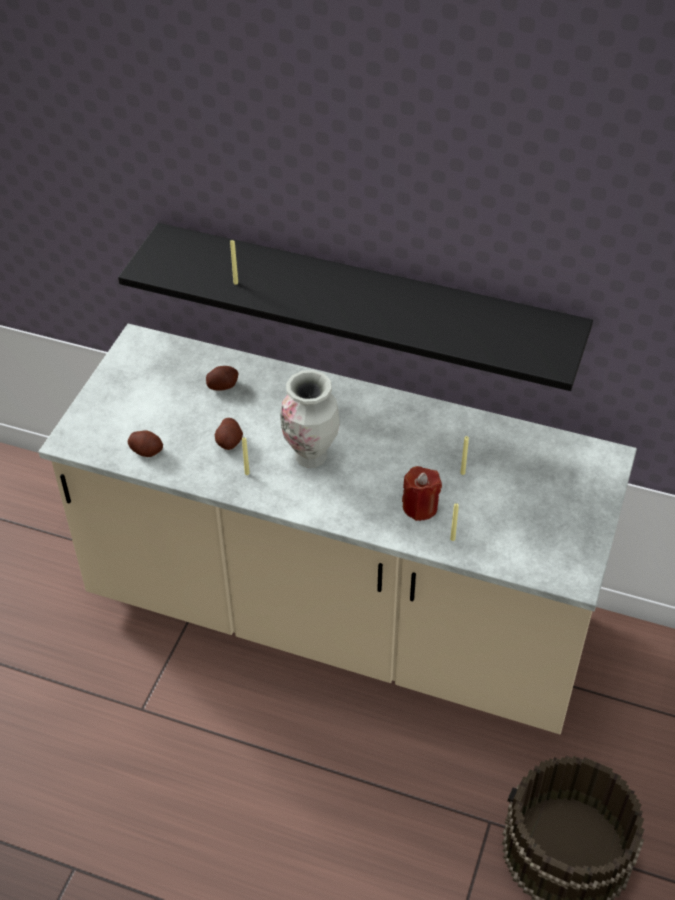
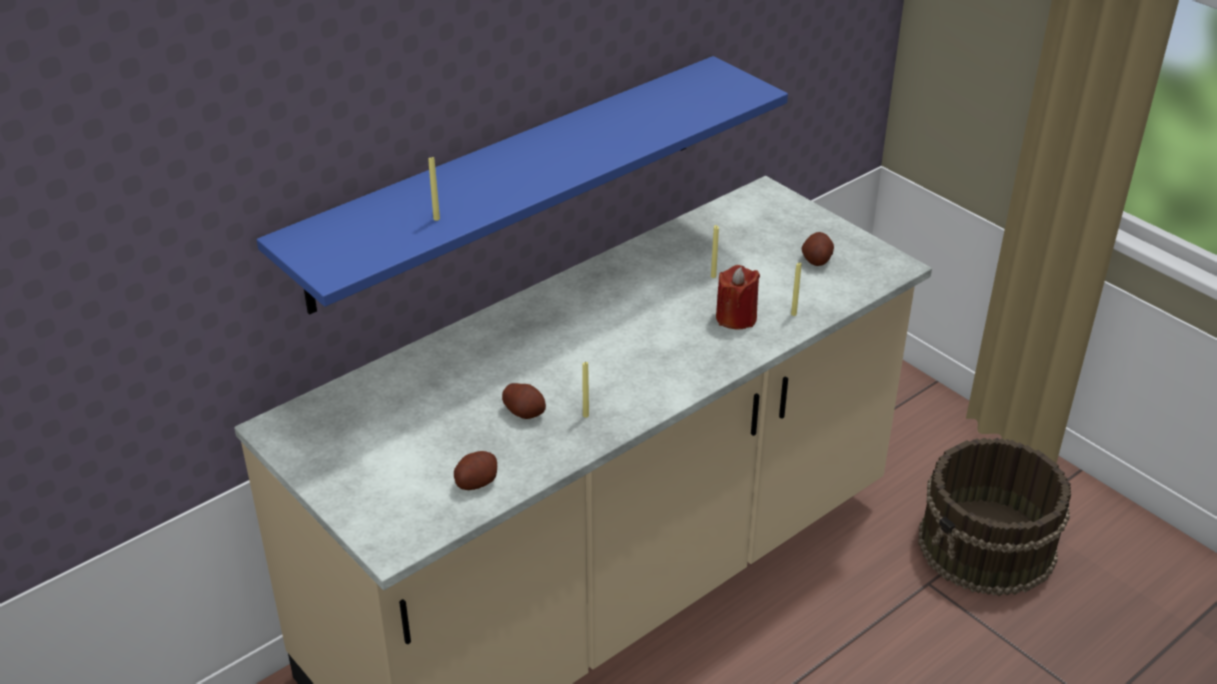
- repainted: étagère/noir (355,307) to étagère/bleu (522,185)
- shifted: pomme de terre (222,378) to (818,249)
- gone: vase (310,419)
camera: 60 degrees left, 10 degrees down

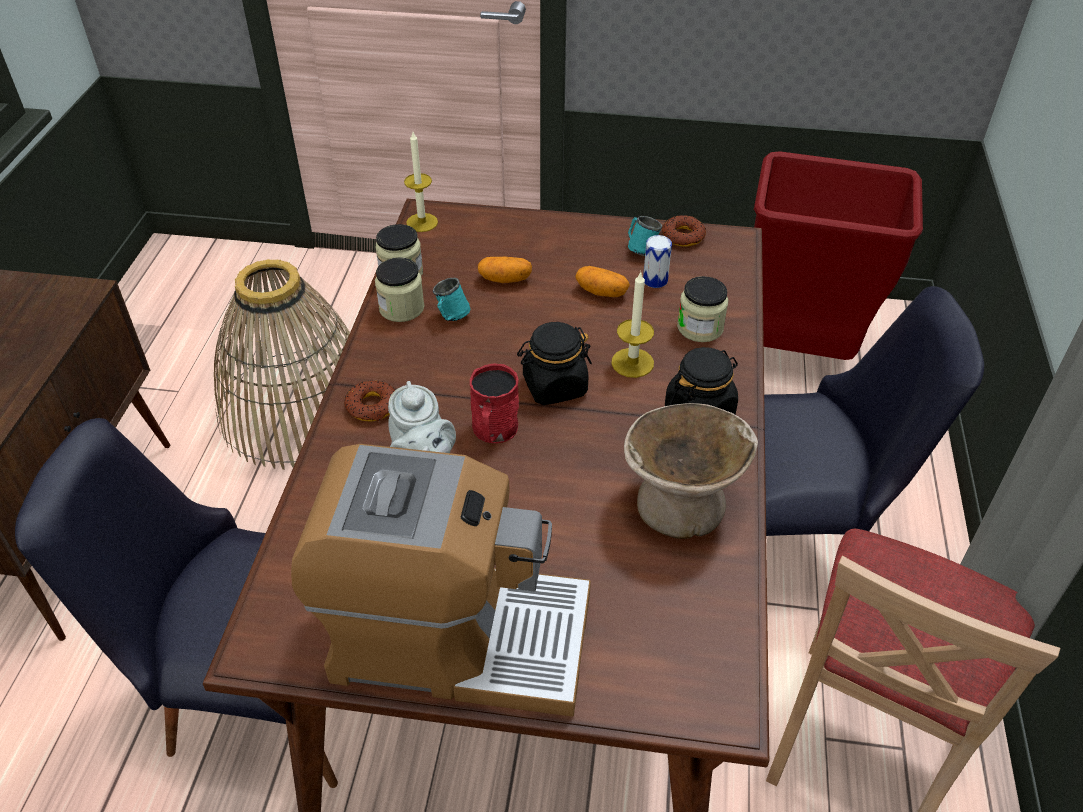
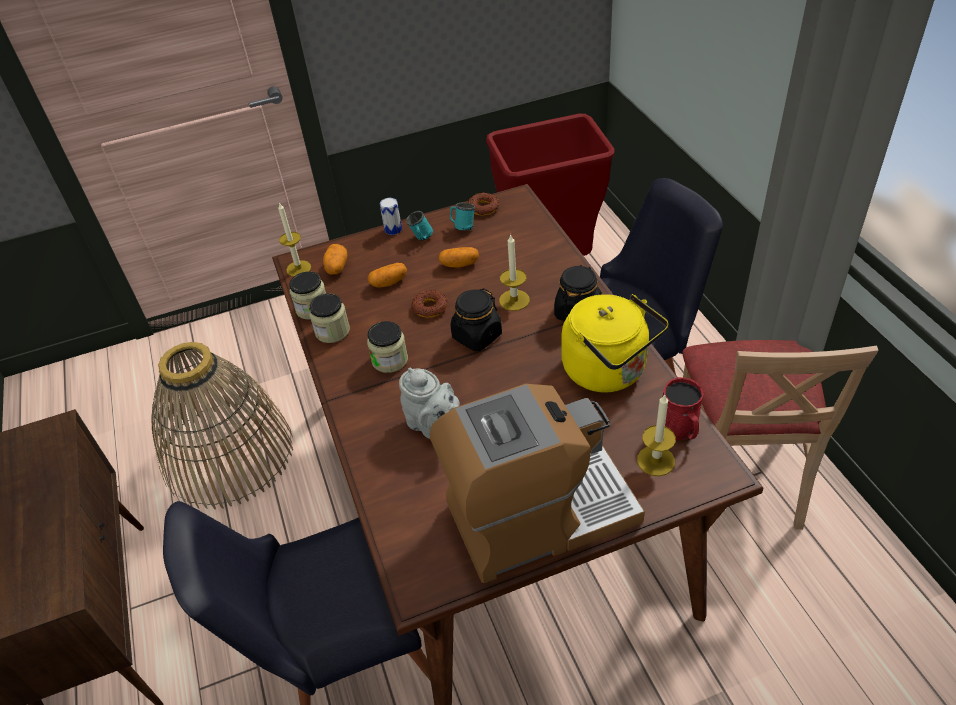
- shifted: boîte métallique (657,261) to (391,216)
- shifted: bocal (702,309) to (387,347)
- shifted: mug/turquoise (451,299) to (419,226)
- shifted: mug/rouge (494,403) to (683,408)
- shifted: beignet (369,401) to (429,304)
- swapped: bol/beige (691,471) to bouilloire/jaune (615,343)
- new: pomme de terre (335,259)
- new: bougie (656,434)
camera: 25 degrees left, 0 degrees up

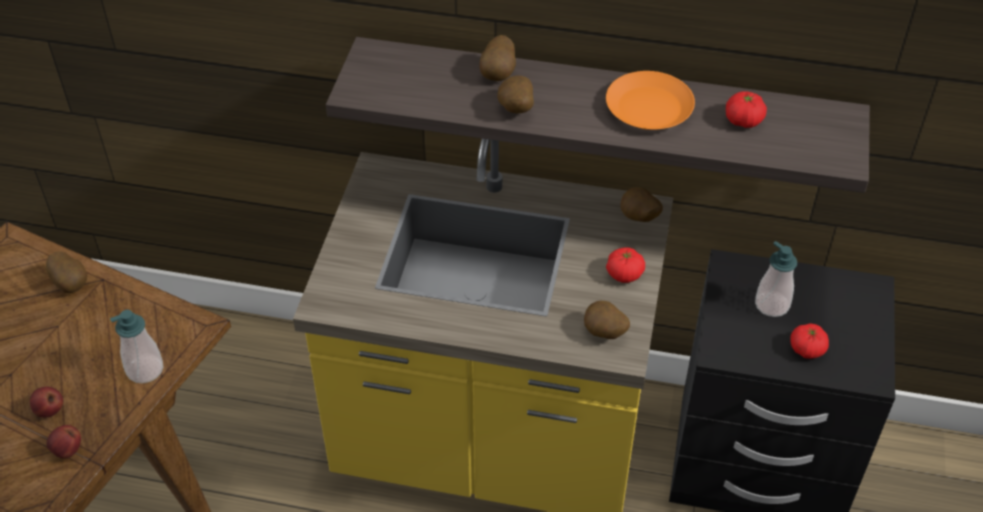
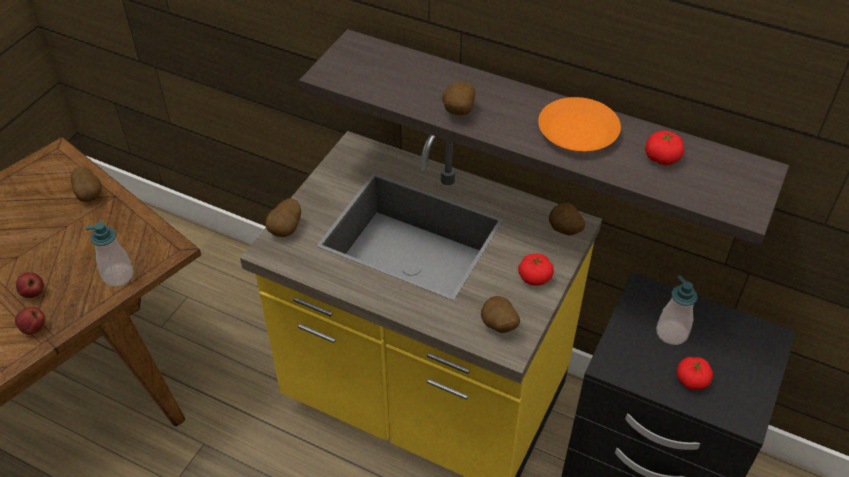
- shifted: pomme de terre (498,58) to (283,217)
camera: 15 degrees right, 0 degrees up

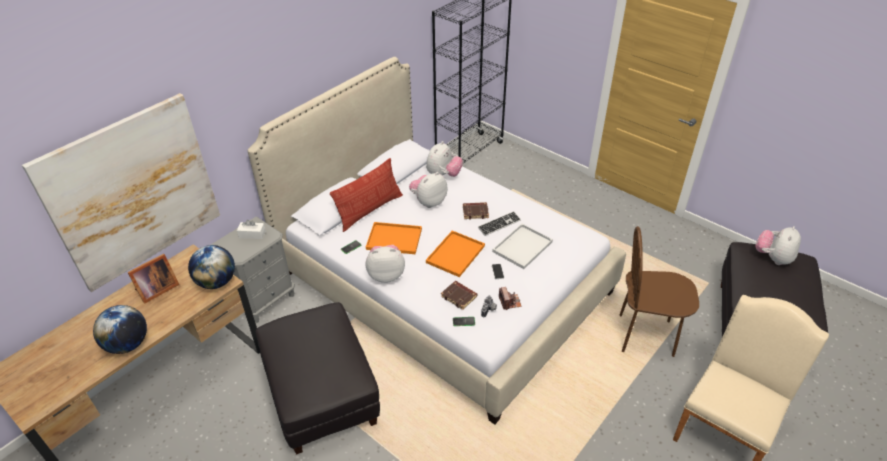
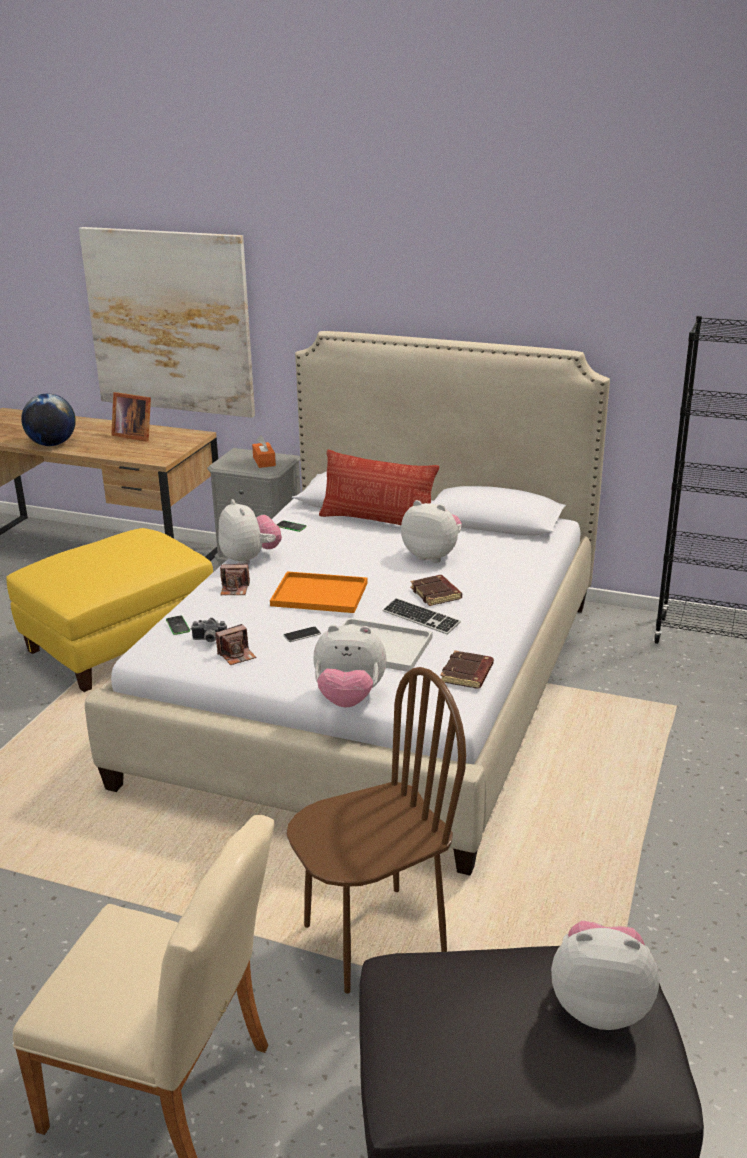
- shifted: peluche (444,159) to (350,666)
- repainted: boîte à mouchoirs/blanc (251,229) to boîte à mouchoirs/orange (264,452)
- gone: plateau/orange (394,238)
- rotated: chaise/marron (659,291) = (376,830) 75 degrees clockwise
- gone: globe (211,267)
- shifted: livre/marron (459,295) to (467,669)
- repainted: pouf/noir (318,378) to pouf/jaune (109,610)
- new: appareil photo (235,579)
camera: 70 degrees right, 15 degrees down

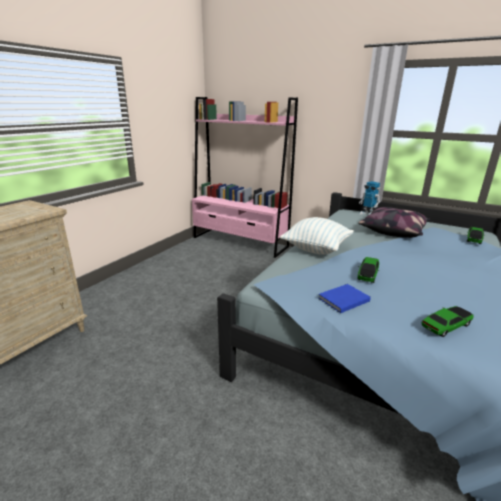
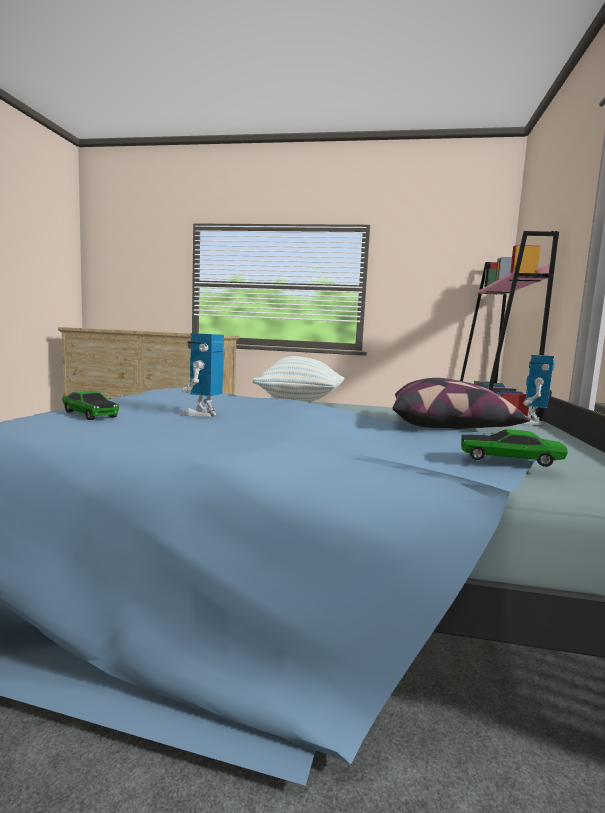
- gone: petite voiture (368,270)
- gone: livre/bleu (344,298)
- new: robot jouet (202,375)
camera: 70 degrees right, 15 degrees down

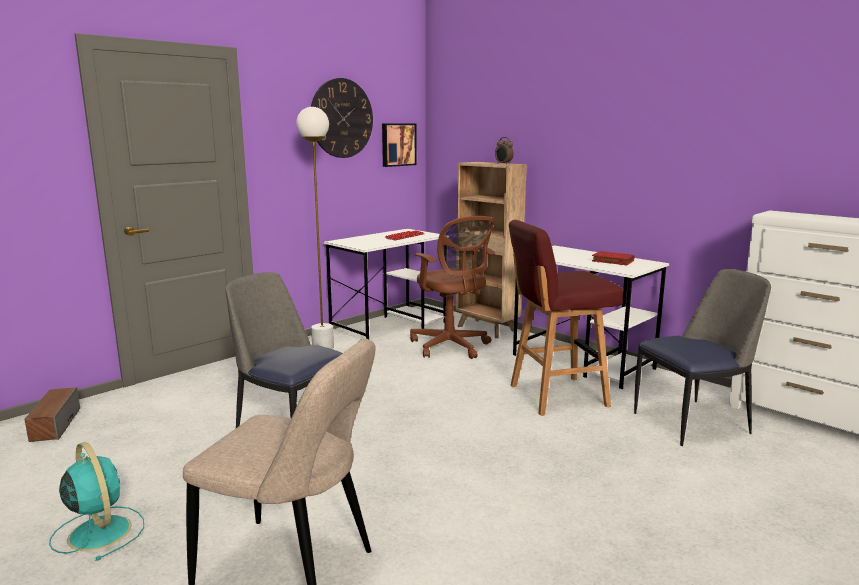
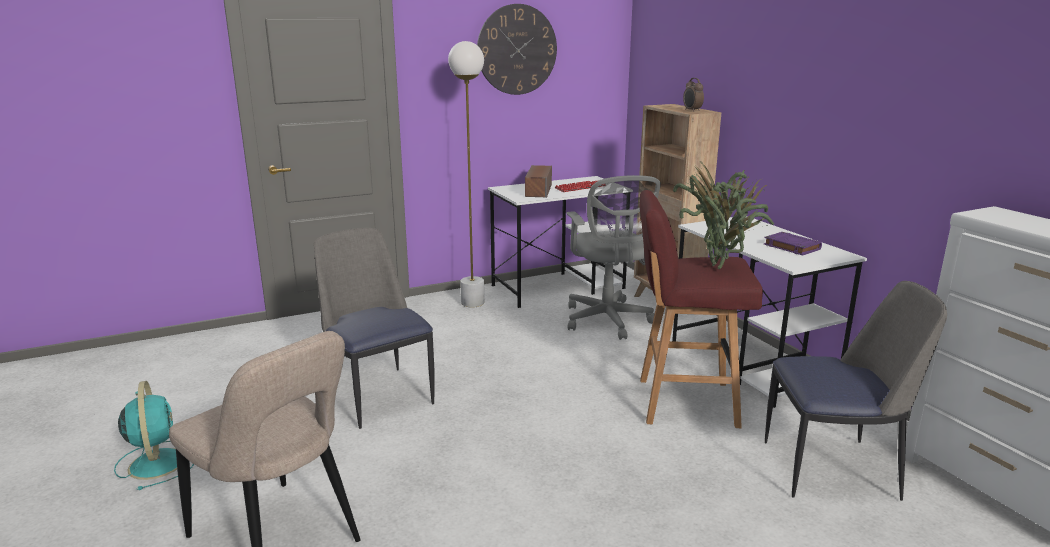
- gone: tableau (399,145)
- repainted: chaise de bureau/marron (452,287) to chaise de bureau/gris (614,257)
- repainted: livre/rouge (613,258) to livre/violet (793,243)
- shifted: enceinte (52,414) to (538,181)
- new: plante en pot (723,216)
camera: 20 degrees right, 5 degrees up

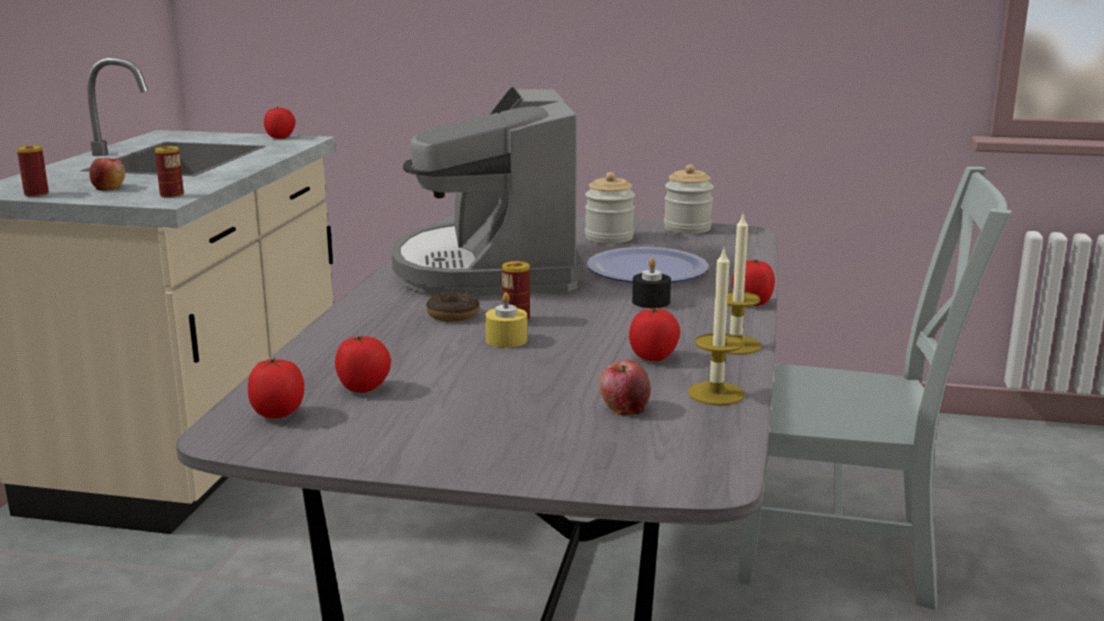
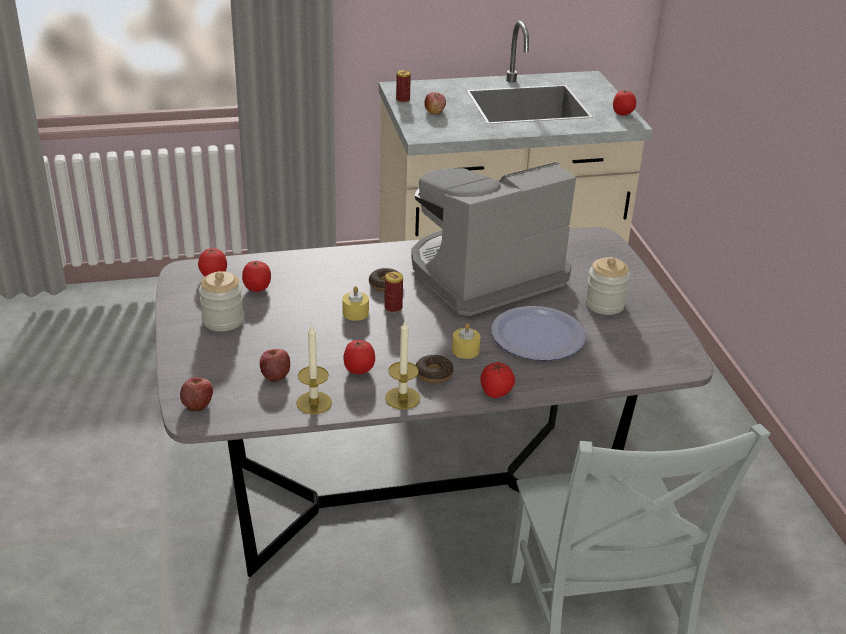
- gone: boîte métallique (169,172)
- shifted: bocal (689,199) to (221,301)
- repainted: bougie/noir (651,283) to bougie/jaune (466,341)
- new: beignet (434,369)
- new: pomme (196,394)
camera: 65 degrees right, 15 degrees up

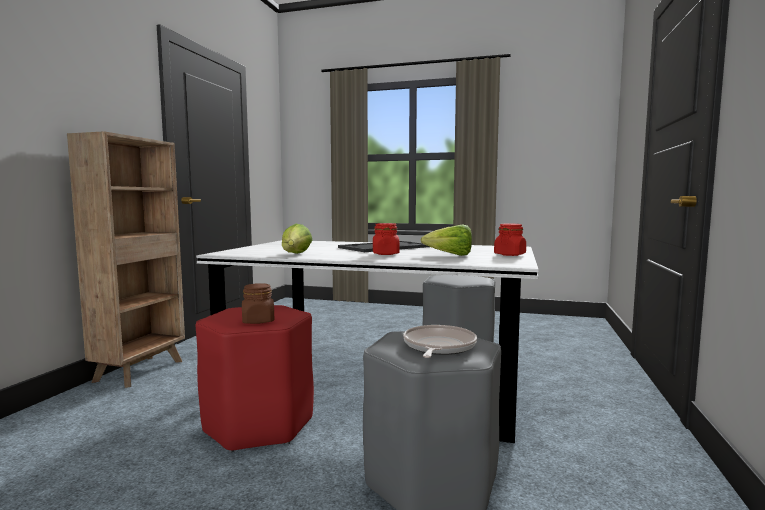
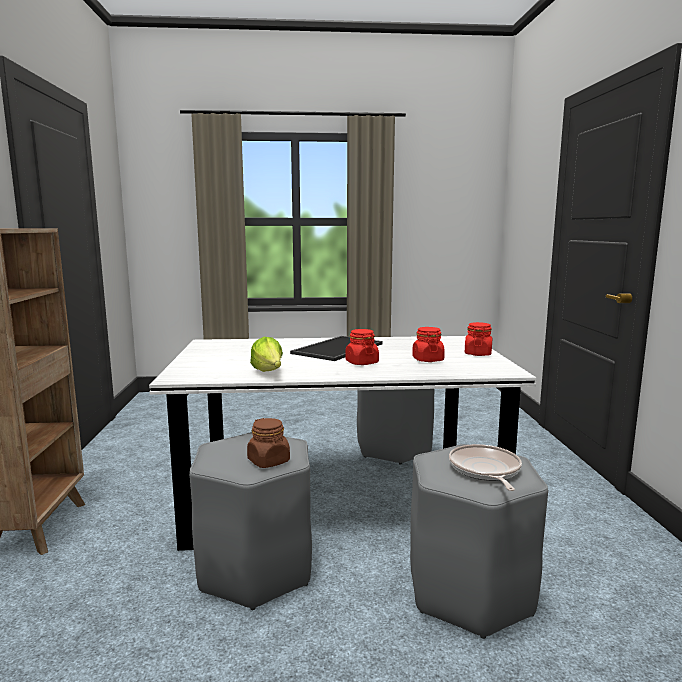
- swapped: laitue (446,240) to bocal/rouge (428,344)
- repainted: tabouret/rouge (255,379) to tabouret/gris (250,521)
camera: 20 degrees left, 5 degrees up

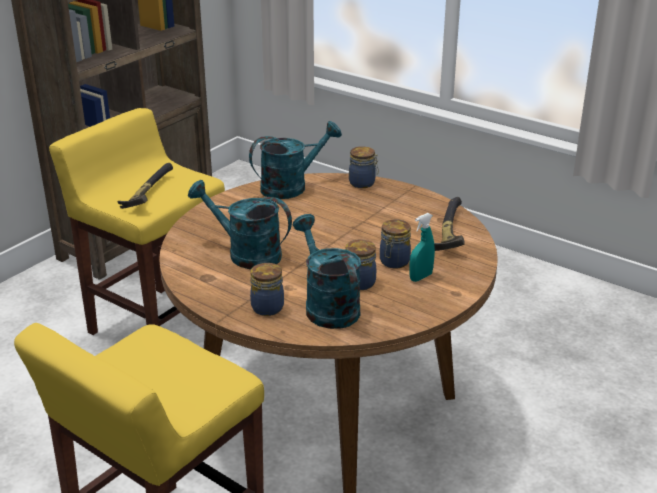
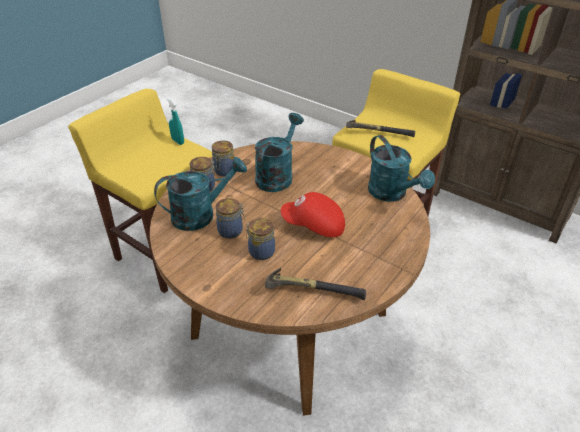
- shifted: bocal (364,167) to (223,158)
- shifted: vaporisateur/turquoise (422,247) to (175,121)
- new: casquette/rouge (313,214)
camera: 90 degrees right, 10 degrees up

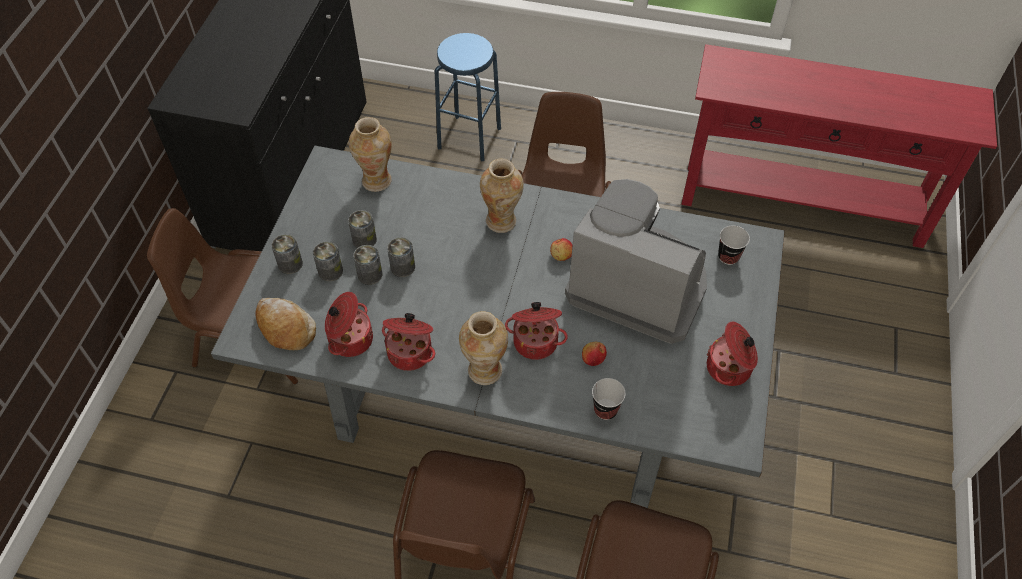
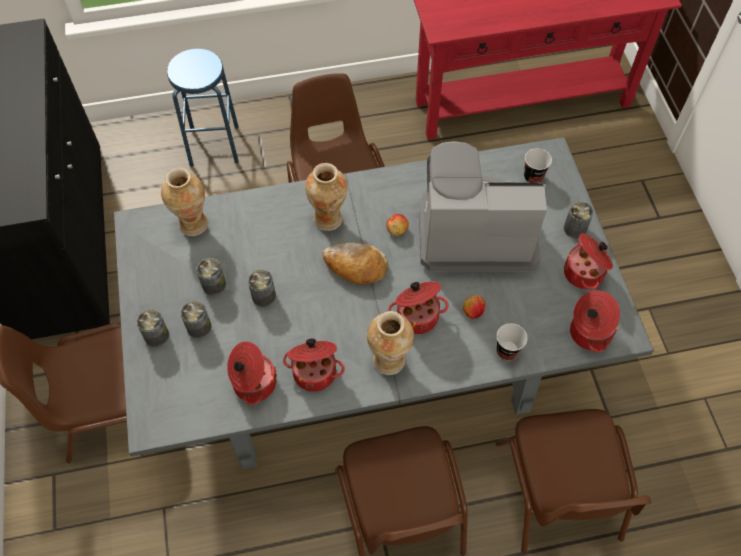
- shifted: boîte métallique (368,265) to (579,220)
- shifted: pain (286,324) to (355,263)
- new: marmite (595,321)
camera: 25 degrees left, 5 degrees up

